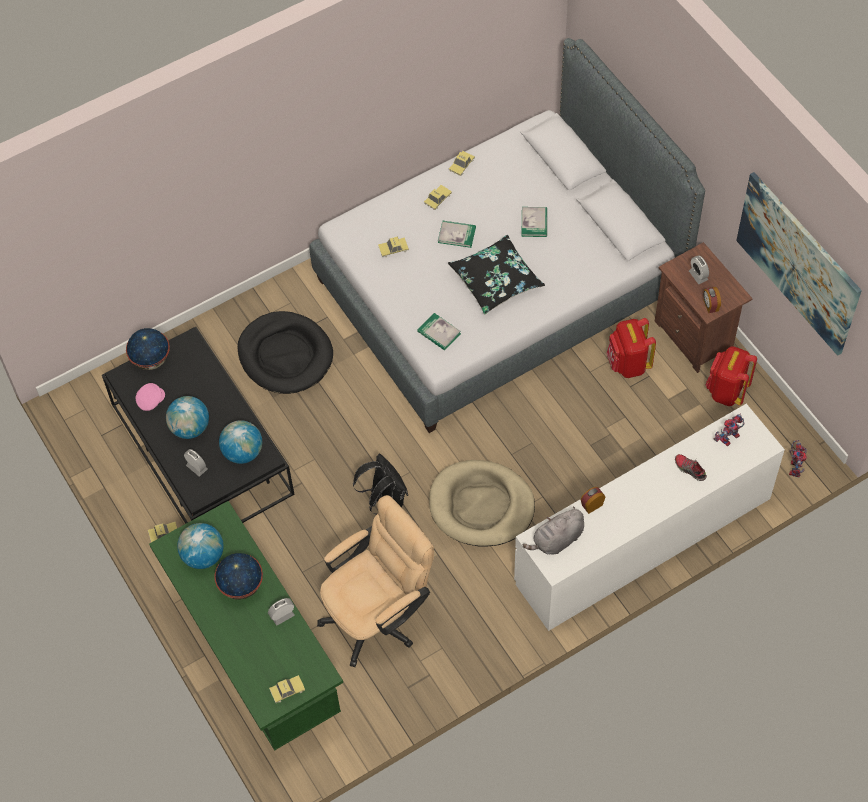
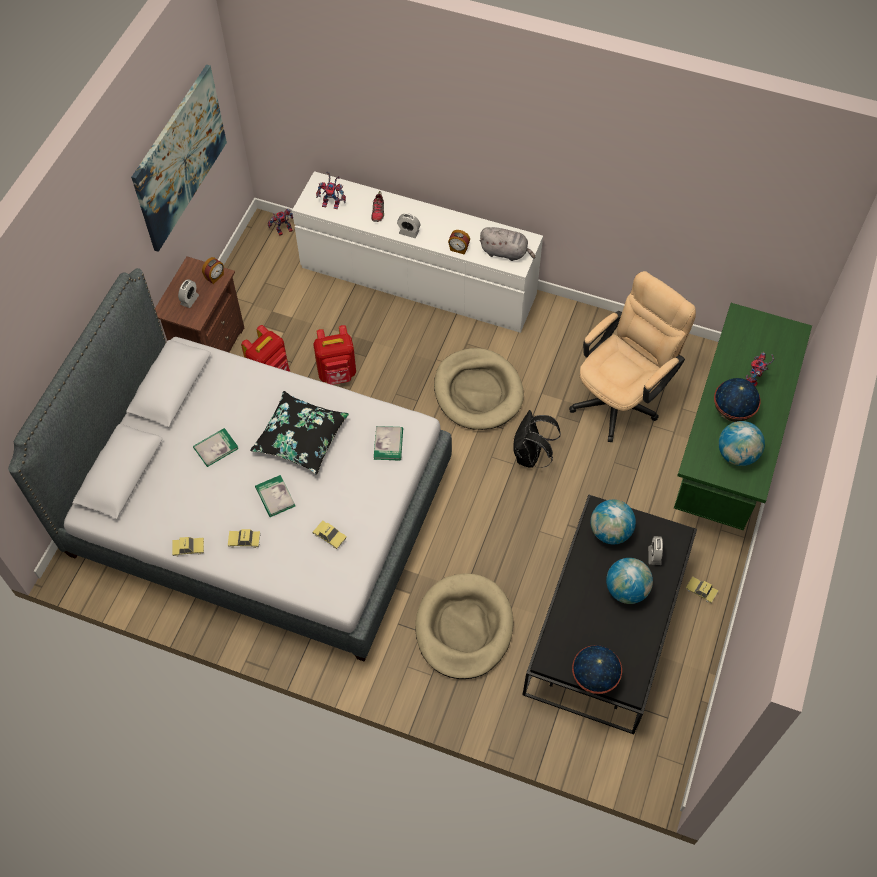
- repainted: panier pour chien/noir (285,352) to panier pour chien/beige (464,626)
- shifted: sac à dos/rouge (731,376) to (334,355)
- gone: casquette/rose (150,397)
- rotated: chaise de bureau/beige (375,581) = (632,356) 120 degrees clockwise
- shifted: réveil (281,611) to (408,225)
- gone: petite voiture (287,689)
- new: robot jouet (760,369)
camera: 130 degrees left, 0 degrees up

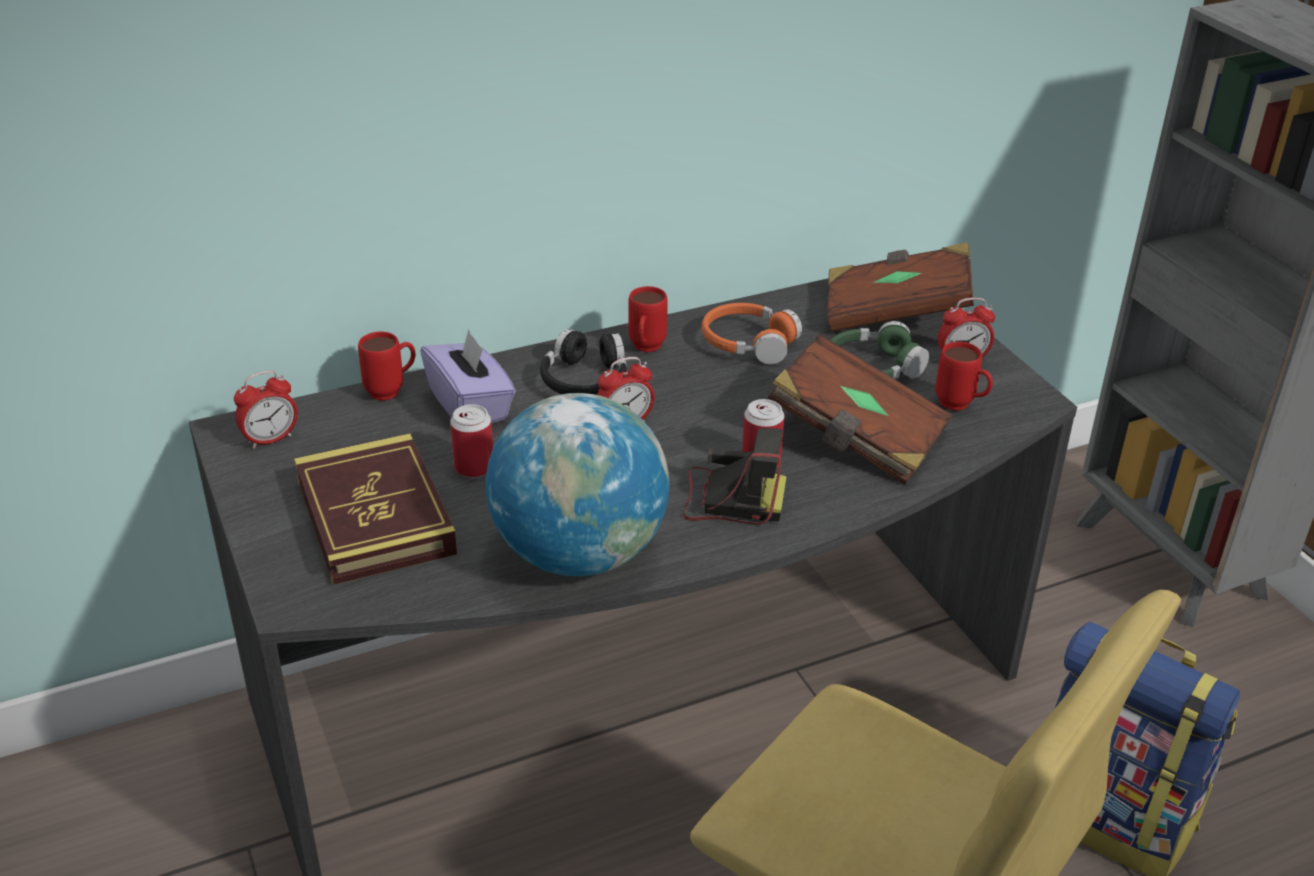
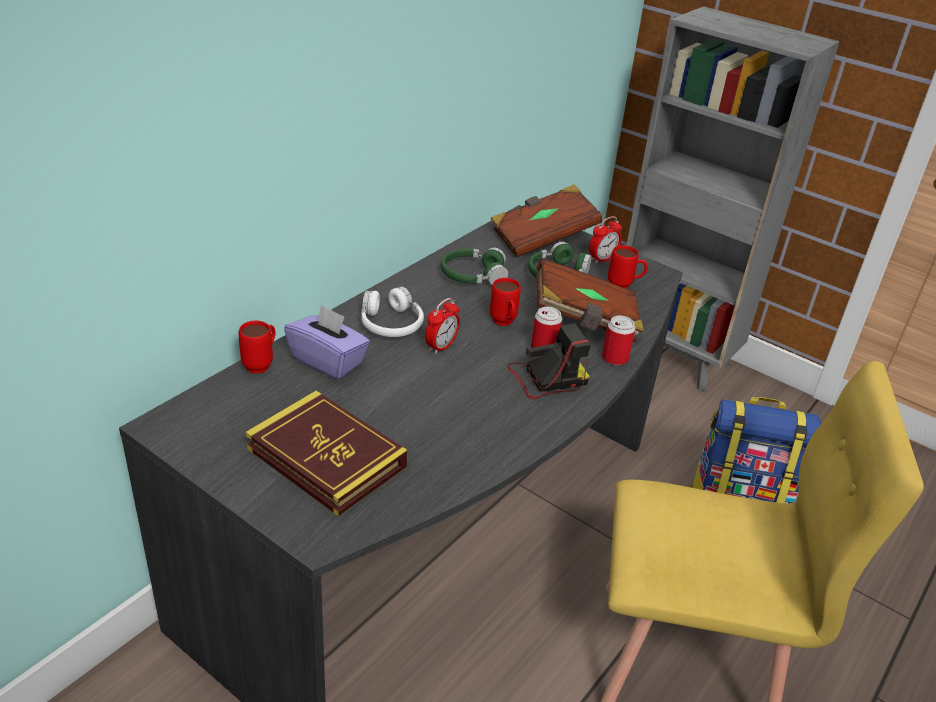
- shifted: mug/rouge (648,319) to (505,302)
- repainted: casque audio/orange (752,333) to casque audio/vert (474,266)
- repainted: casque audio/noir (583,362) to casque audio/blanc (392,311)
- gone: réveil (266,409)
- gone: globe (577,484)
- shifted: boîte métallique (471,441) to (618,340)
camera: 30 degrees left, 0 degrees up

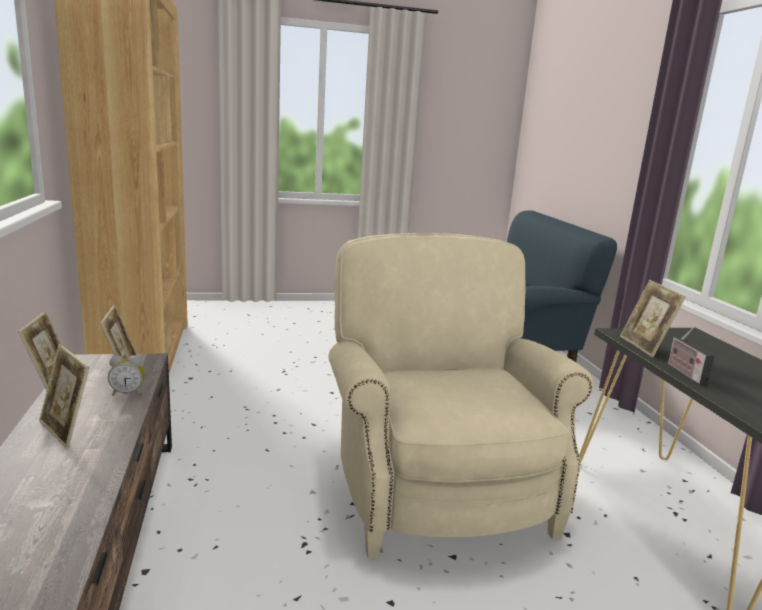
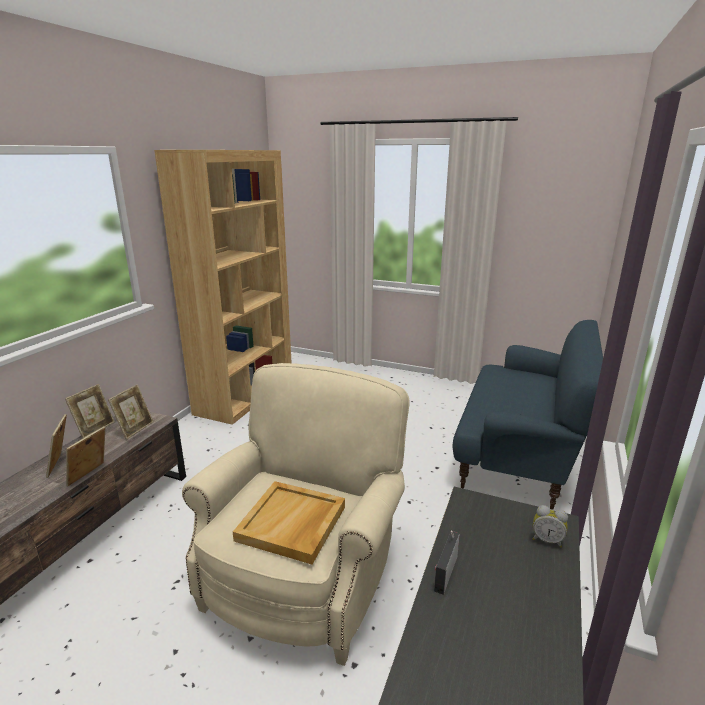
- shifted: cadre photo (653,318) to (85,456)
- shifted: réveil (126,375) to (550,526)
- new: plateau/beige (289,522)
camera: 35 degrees right, 5 degrees up

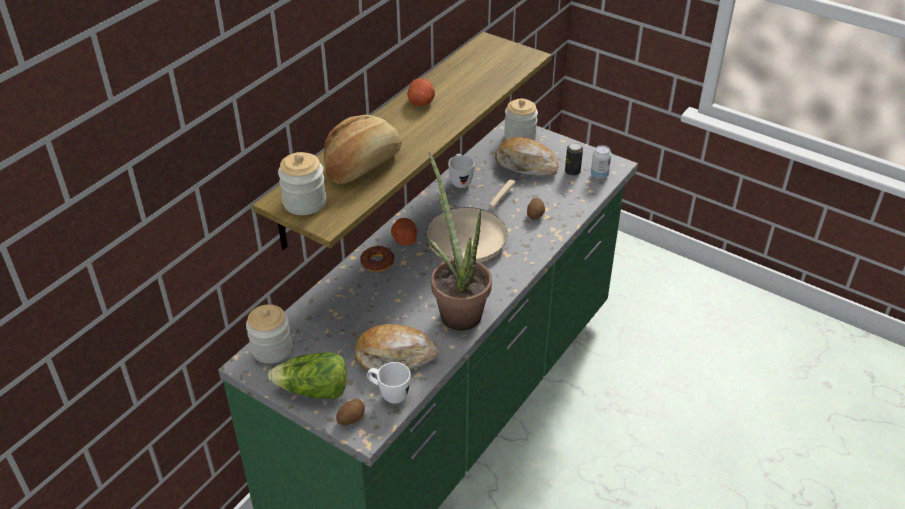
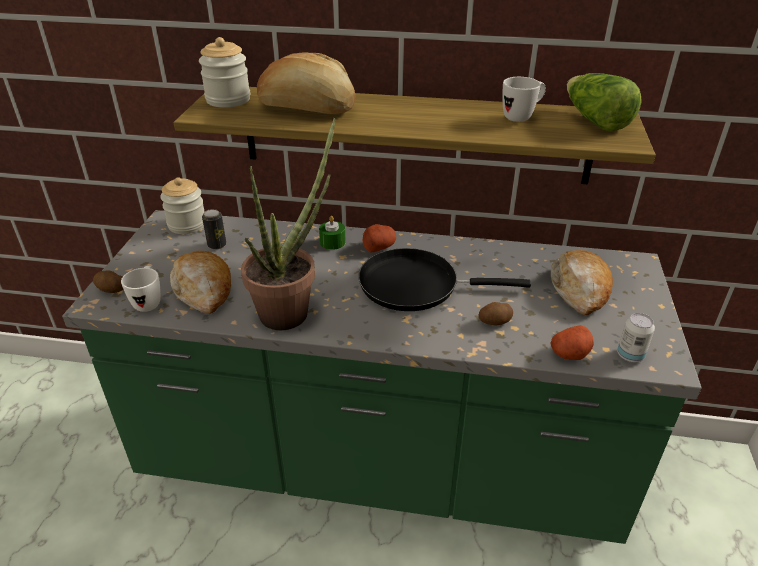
- shifted: pomme de terre (421,92) to (572,342)
- gone: bocal (521,119)
- shifted: boîte métallique (574,159) to (214,229)
- shifted: mug/blanc (461,171) to (524,99)
- repainted: poêle/beige (470,221) to poêle/noir (444,279)
- swapped: beignet (377,258) to bougie/vert (332,233)
- shifted: laitue (307,375) to (604,102)
camera: 65 degrees right, 5 degrees down

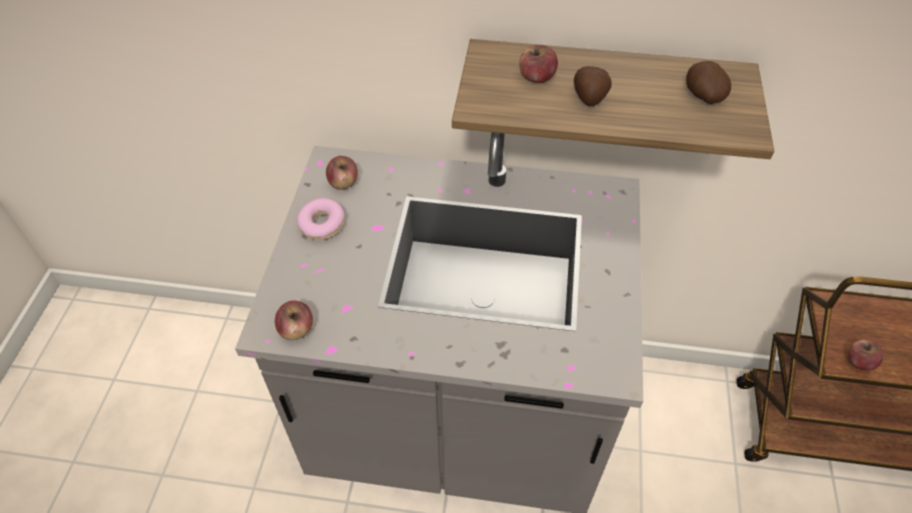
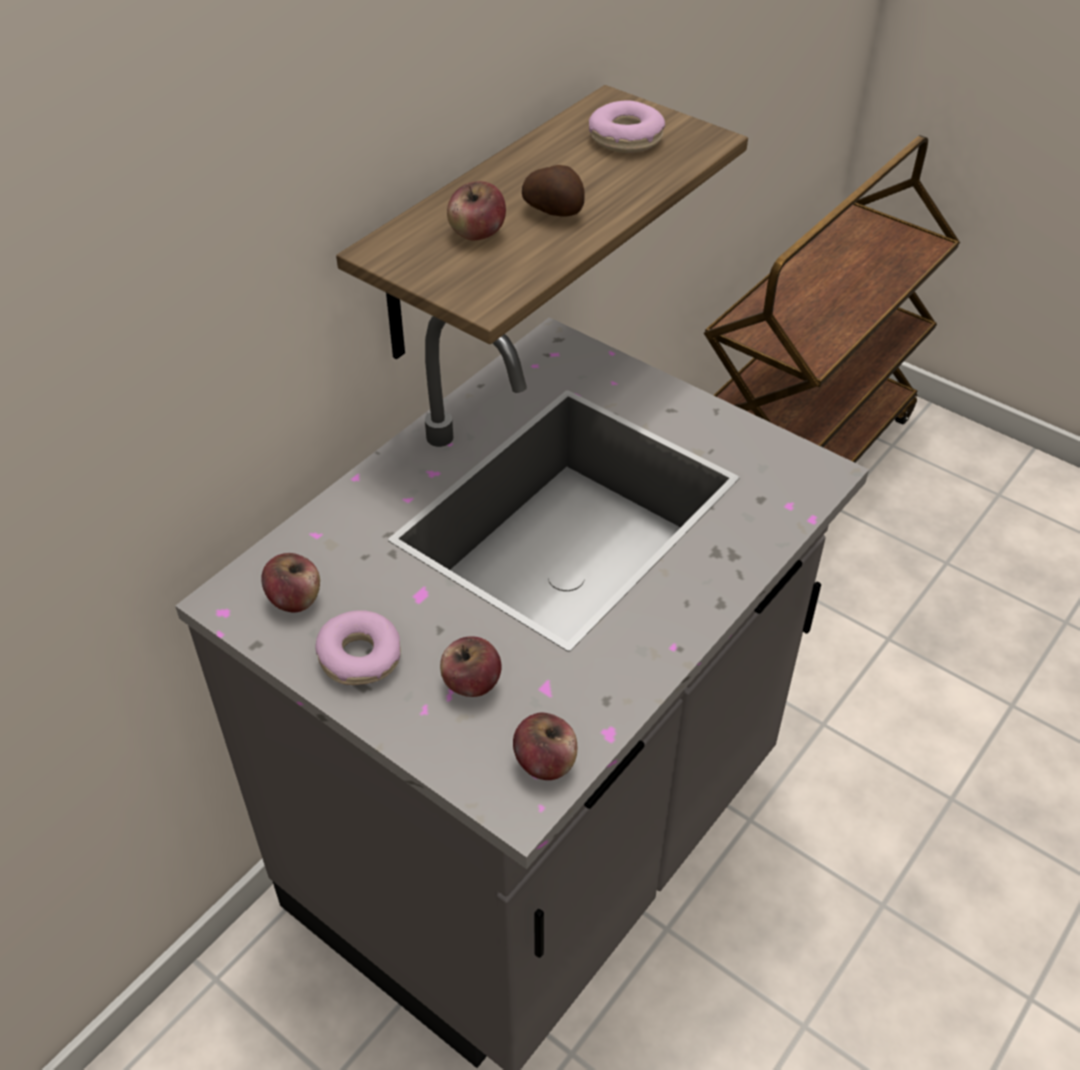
- swapped: pomme de terre (708,82) to beignet (627,127)
- shifted: pomme (866,355) to (470,666)
camera: 60 degrees left, 5 degrees down

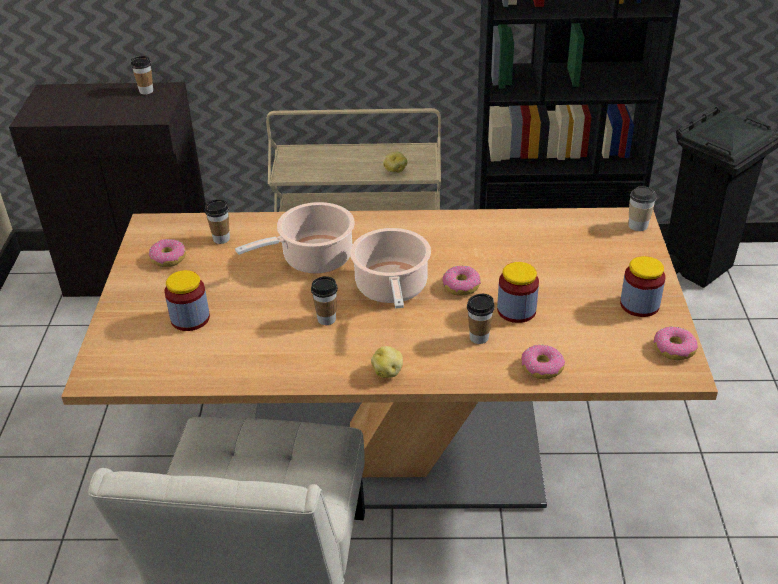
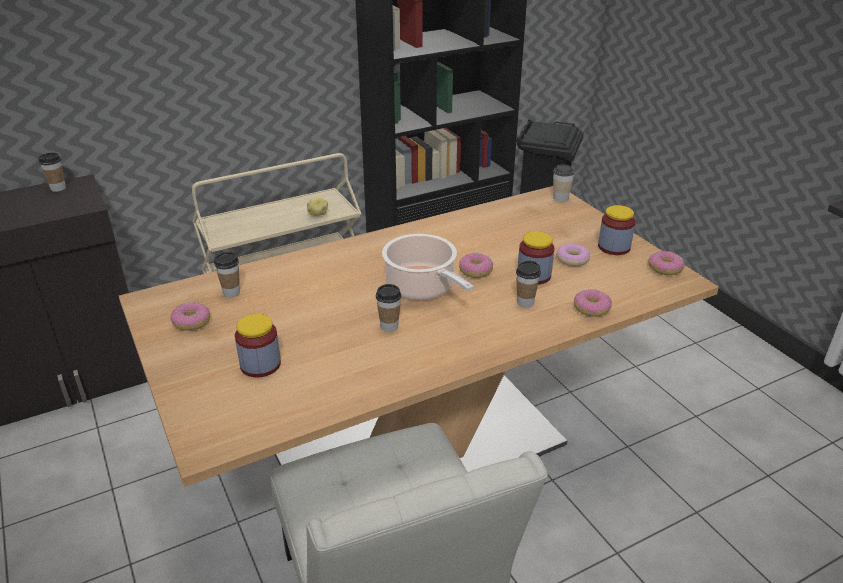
- gone: marmite (295,238)
- gone: pomme de terre (387,362)
- new: beignet (573,255)
camera: 30 degrees left, 5 degrees down

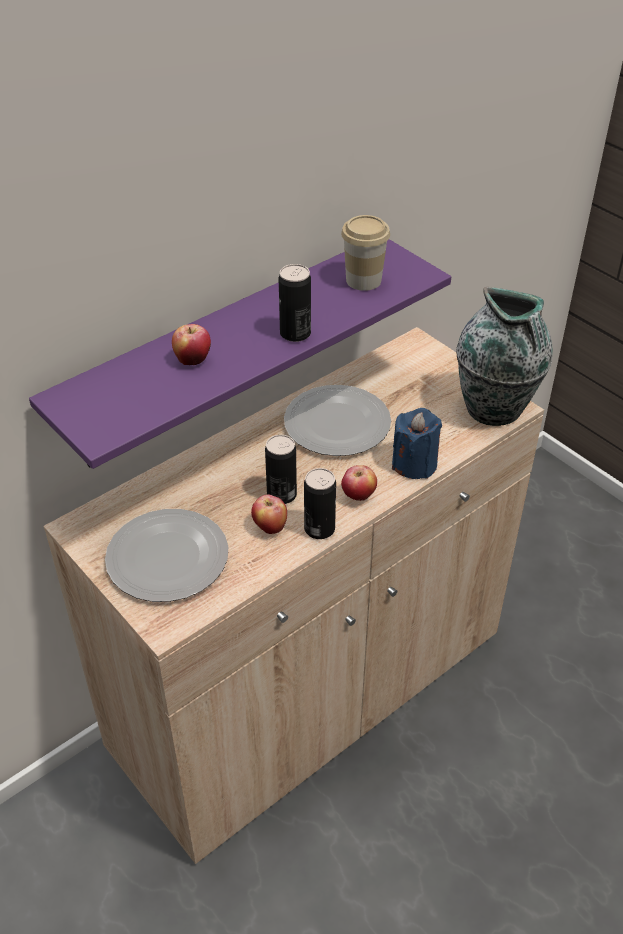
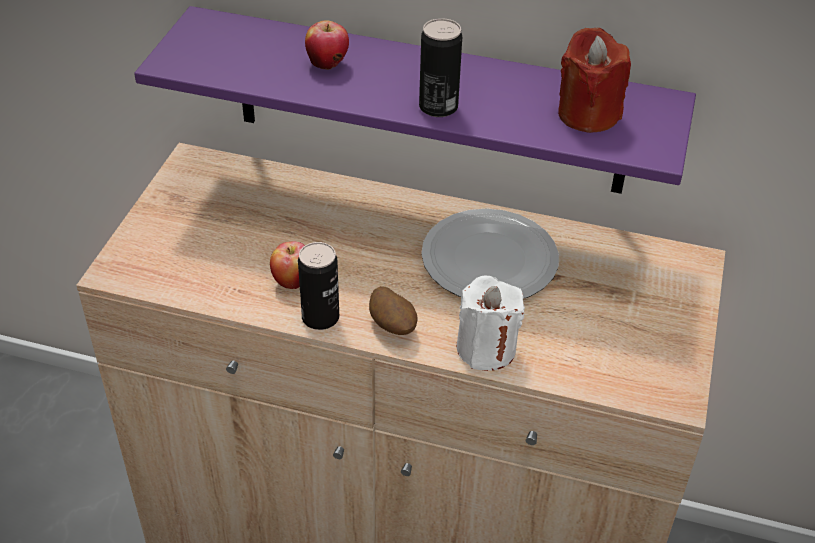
- swapped: tasse (365,253) to bougie/rouge (594,80)
- gone: vase (504,356)
- repainted: bougie/bleu (417,443) to bougie/blanc (491,323)
- gone: boîte métallique (281,469)
- swapped: pomme (359,483) to pomme de terre (393,310)
- gone: assiette (166,555)
camera: 55 degrees right, 0 degrees up

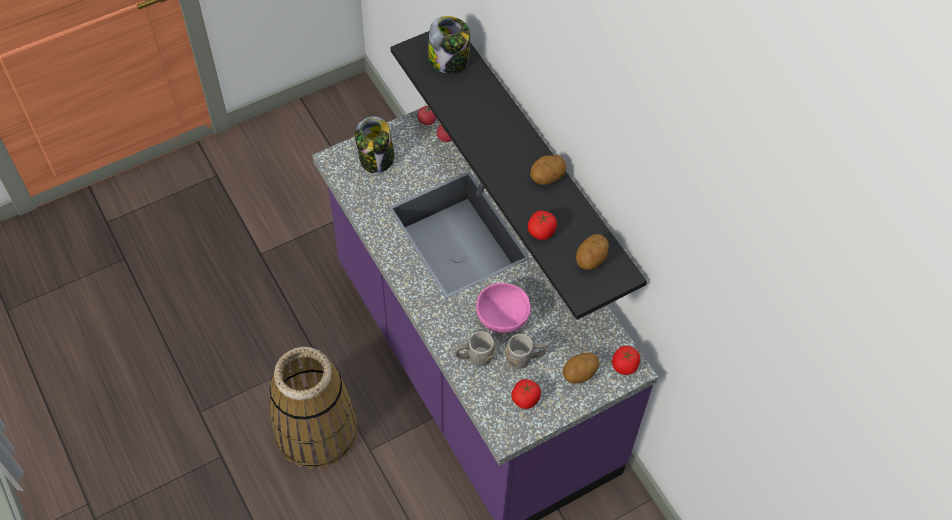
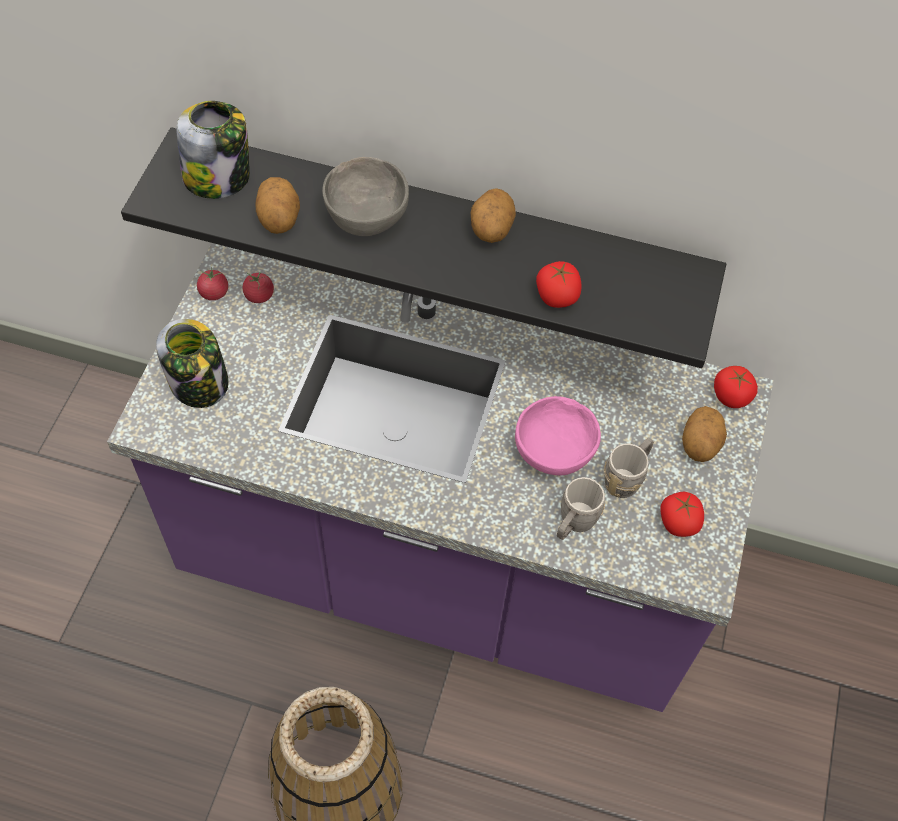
- shifted: pomme de terre (592,252) to (277,205)
- new: bol/gris (365,196)
camera: 45 degrees left, 0 degrees up

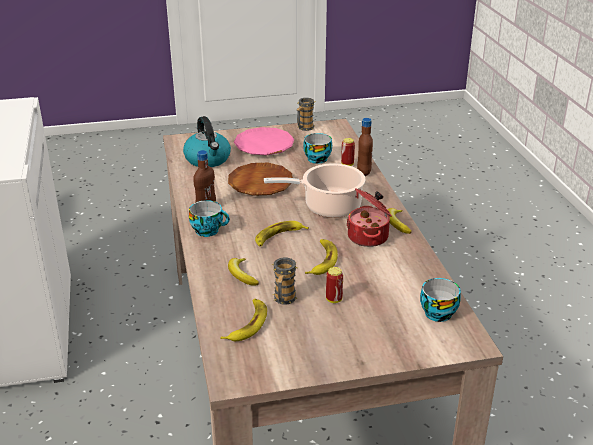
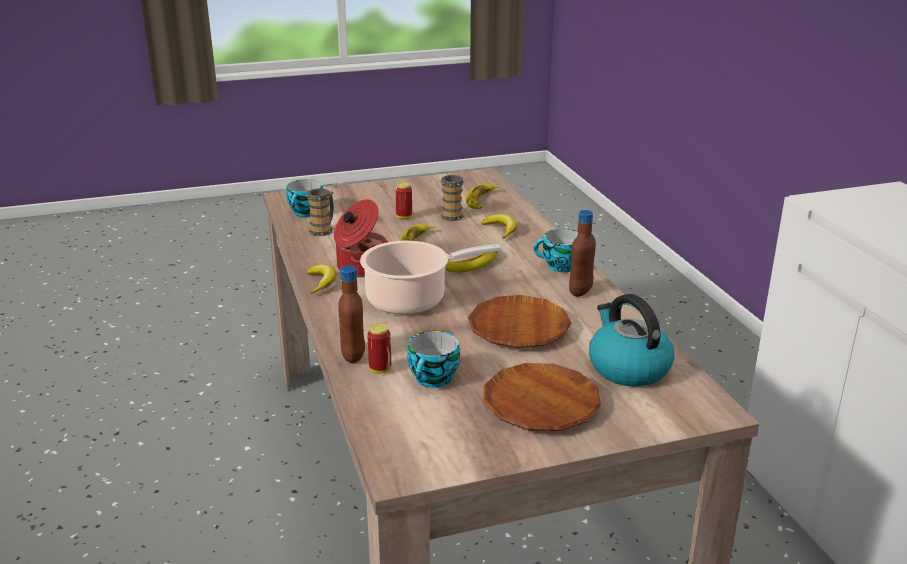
- shifted: mug (306,114) to (319,212)
- repainted: assiette/rose (264,141) to assiette/marron (542,397)
camera: 175 degrees right, 5 degrees down

